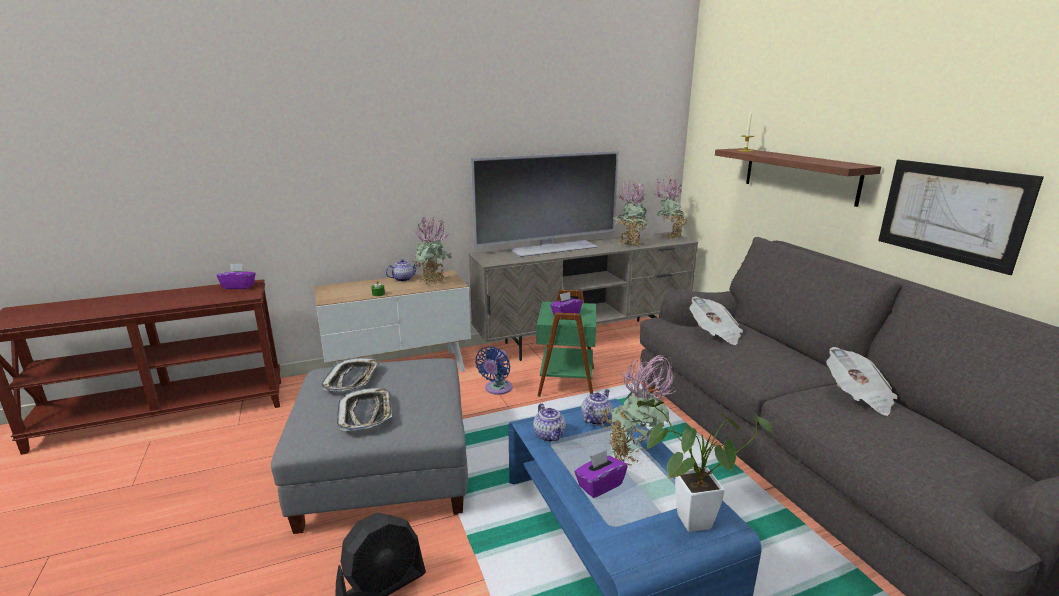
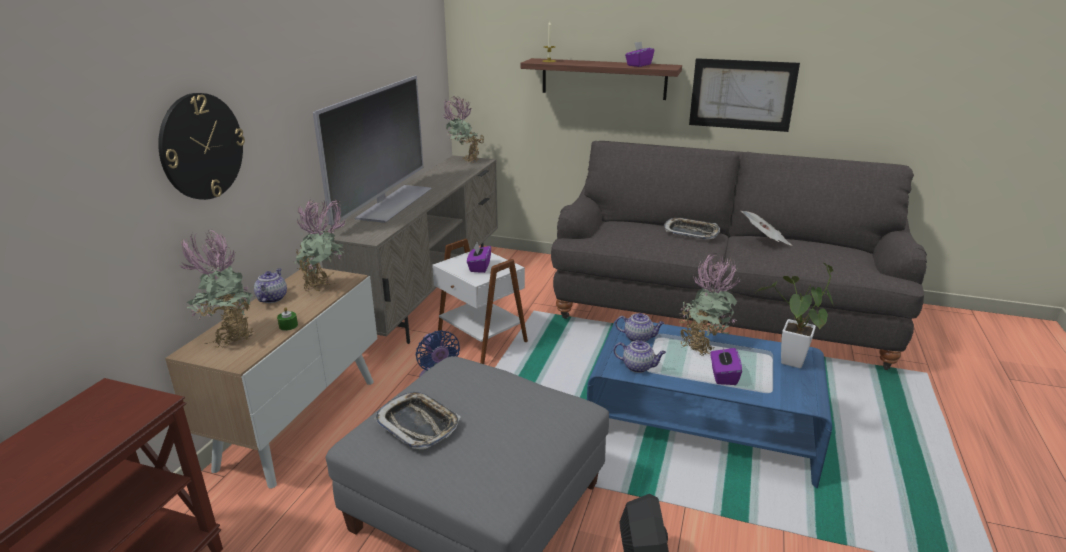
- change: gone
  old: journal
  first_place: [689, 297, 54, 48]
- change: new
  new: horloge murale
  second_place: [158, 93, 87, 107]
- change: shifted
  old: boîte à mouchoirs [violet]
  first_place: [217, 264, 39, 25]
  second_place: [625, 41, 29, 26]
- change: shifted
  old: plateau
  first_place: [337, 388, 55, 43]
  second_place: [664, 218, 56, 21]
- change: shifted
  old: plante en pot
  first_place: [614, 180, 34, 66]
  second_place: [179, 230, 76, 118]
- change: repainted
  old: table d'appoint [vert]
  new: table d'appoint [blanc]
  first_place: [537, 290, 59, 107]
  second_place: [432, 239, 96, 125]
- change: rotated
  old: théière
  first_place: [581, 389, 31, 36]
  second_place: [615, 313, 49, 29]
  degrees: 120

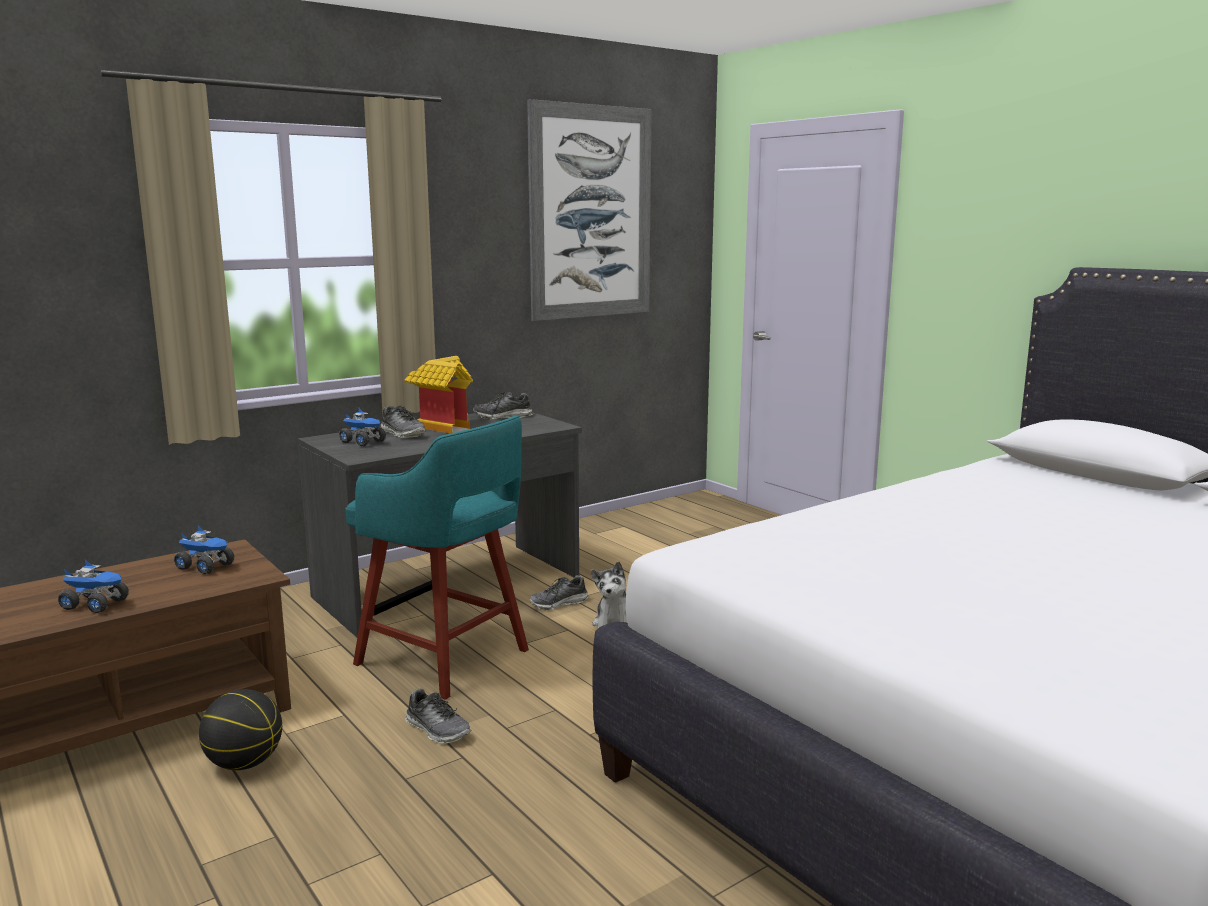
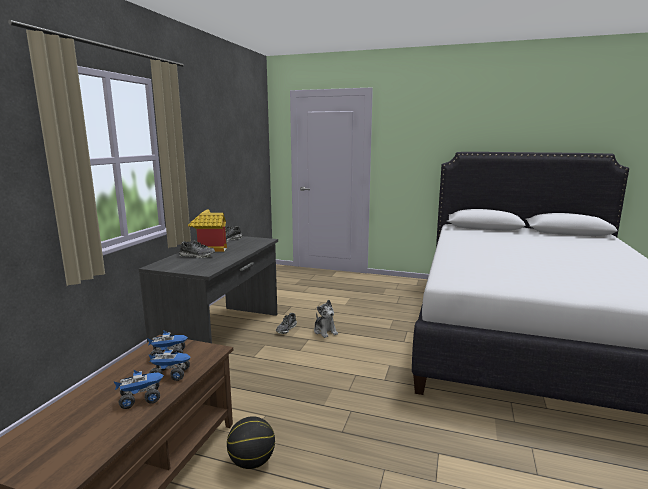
- change: gone
  old: tabouret [turquoise]
  first_place: [345, 416, 184, 284]
- change: gone
  old: chaussure
  first_place: [405, 689, 66, 55]
- change: gone
  old: tableau
  first_place: [527, 99, 125, 222]
- change: shifted
  old: camion jouet
  first_place: [339, 407, 47, 39]
  second_place: [148, 347, 43, 34]

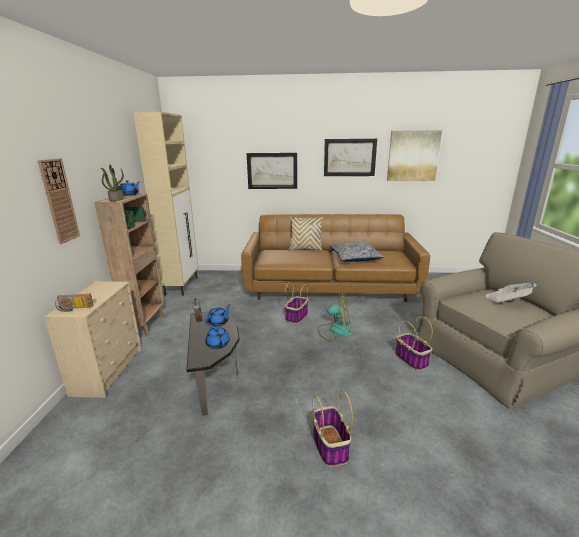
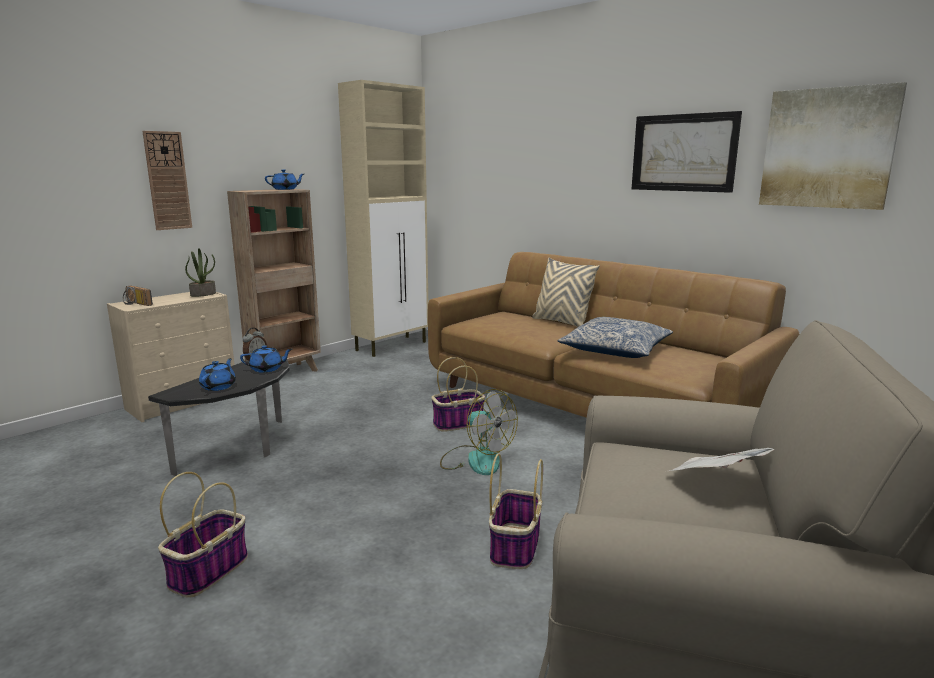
- change: gone
  old: tableau
  first_place: [247, 153, 50, 36]
- change: shifted
  old: plante en pot
  first_place: [101, 164, 23, 37]
  second_place: [185, 248, 31, 49]

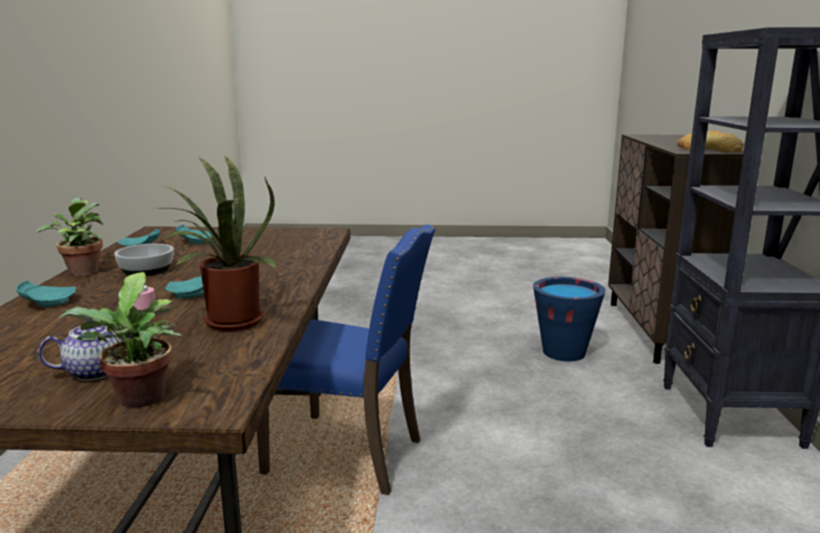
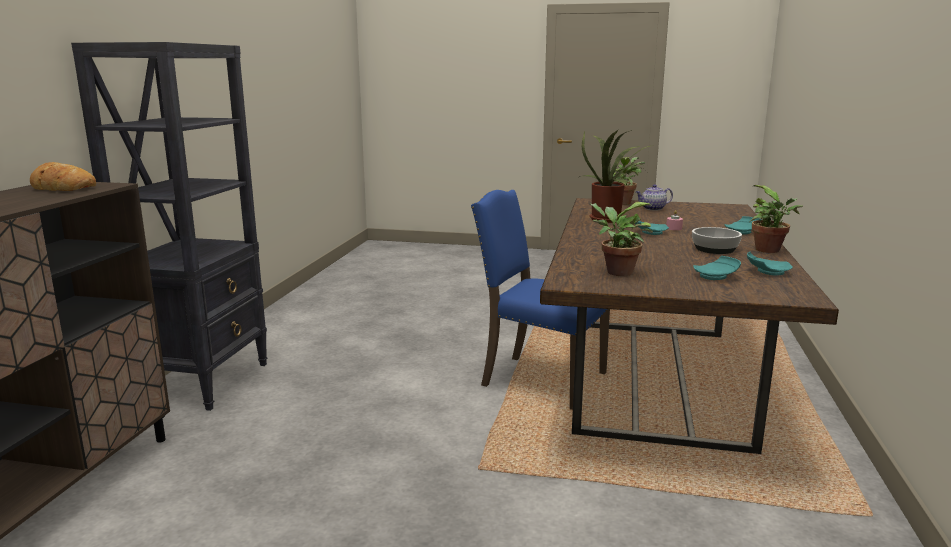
- change: gone
  old: seau [bleu]
  first_place: [533, 277, 73, 84]
- change: new
  new: plante en pot
  second_place: [589, 202, 64, 74]

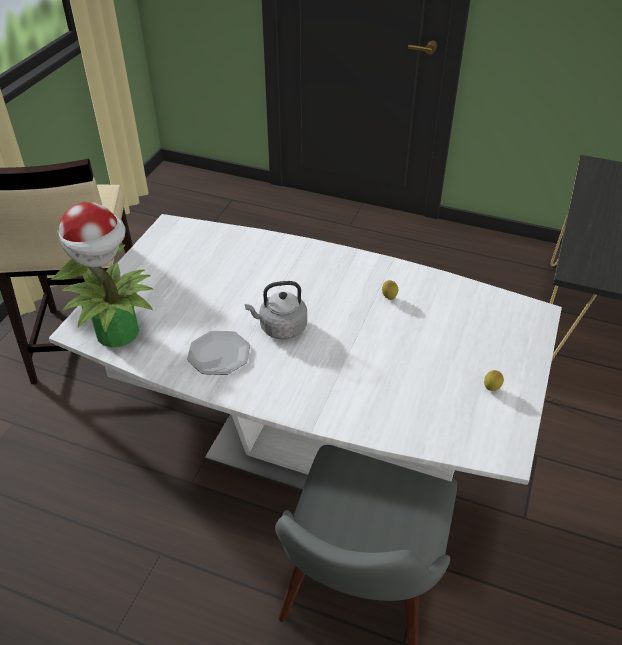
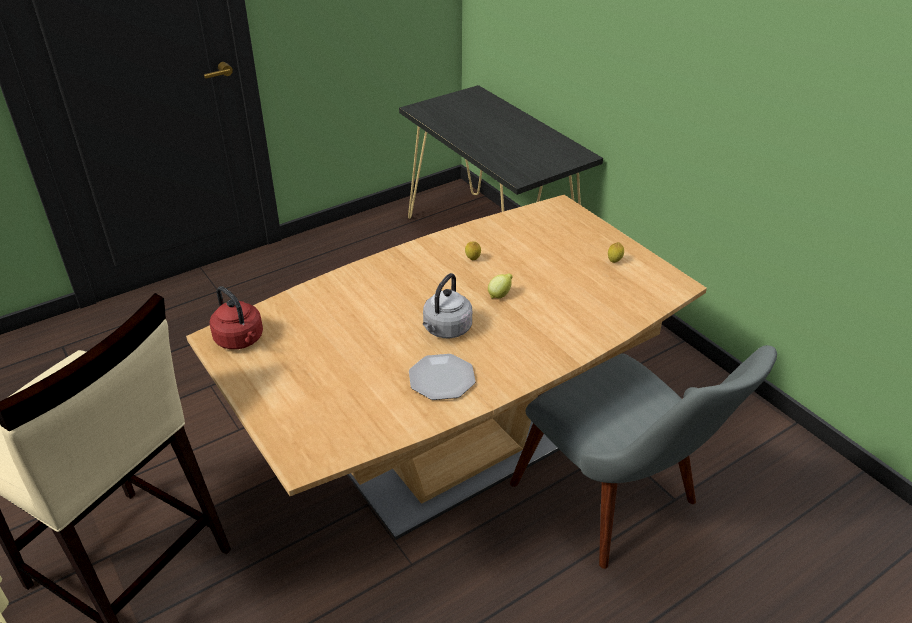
- change: gone
  old: plante en pot
  first_place: [51, 202, 102, 146]
- change: new
  new: bouilloire [rouge]
  second_place: [210, 286, 53, 63]
- change: new
  new: citron
  second_place: [488, 273, 25, 25]
- change: repainted
  old: table à manger [blanc]
  new: table à manger [marron]
  first_place: [49, 214, 513, 278]
  second_place: [186, 195, 521, 345]

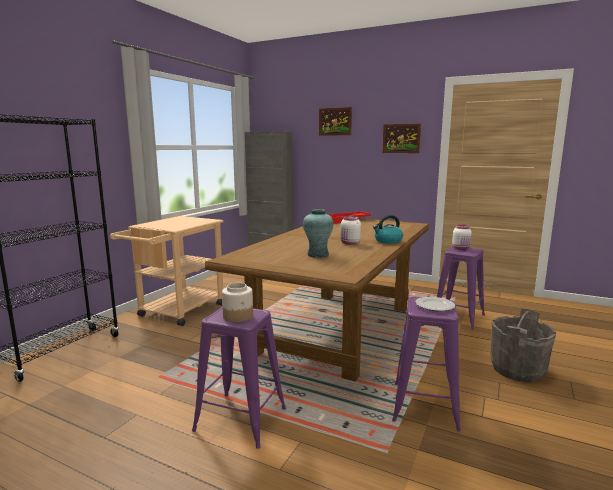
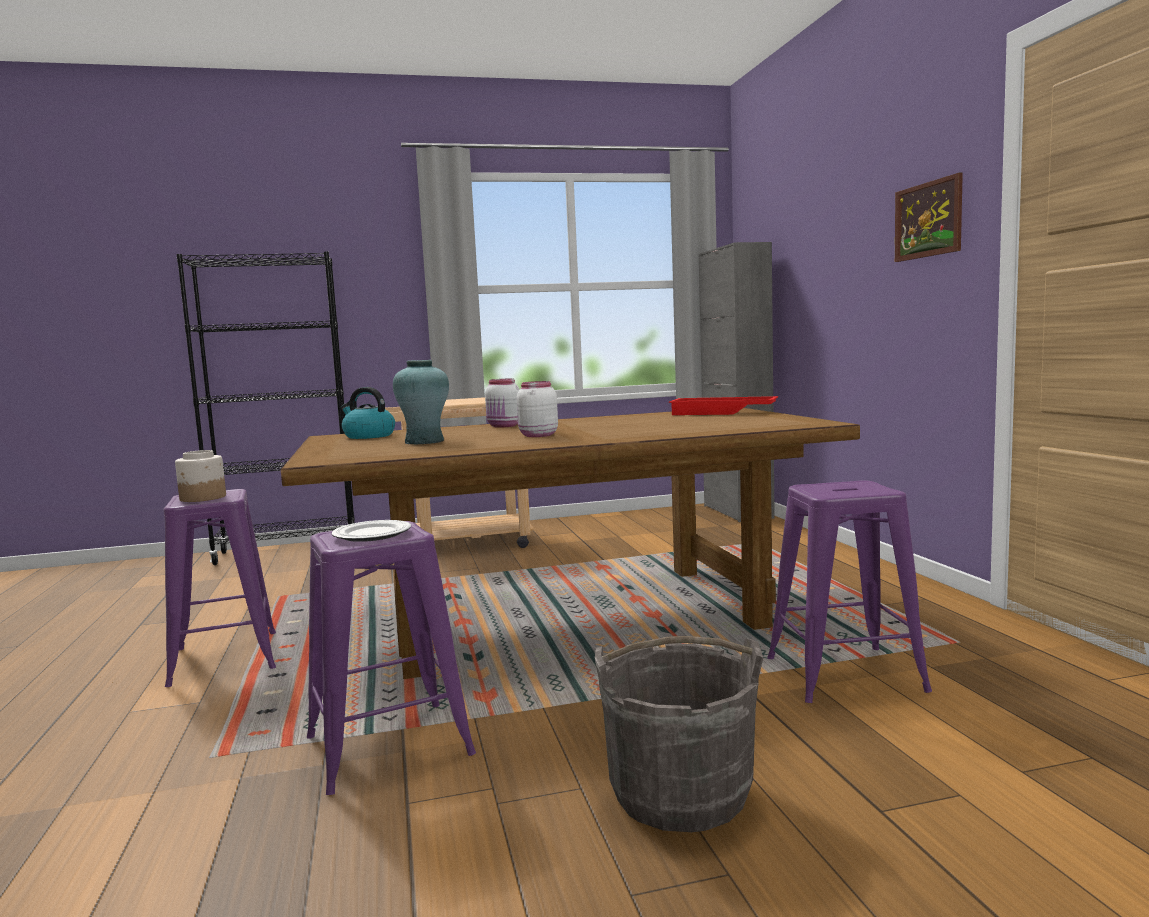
- change: gone
  old: tableau
  first_place: [319, 107, 33, 29]
- change: shifted
  old: bouilloire
  first_place: [373, 215, 30, 29]
  second_place: [341, 387, 54, 52]
- change: shifted
  old: bocal [blanc]
  first_place: [452, 225, 20, 25]
  second_place: [485, 378, 35, 50]

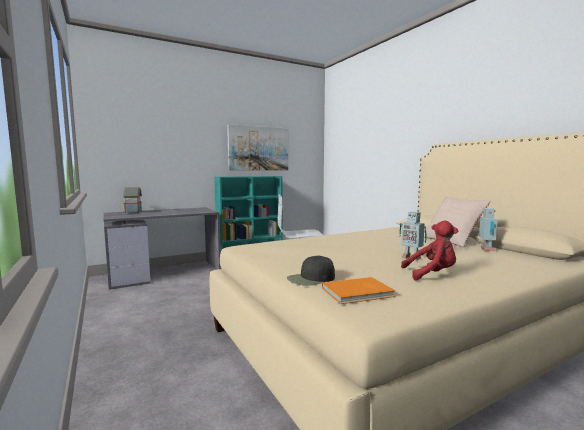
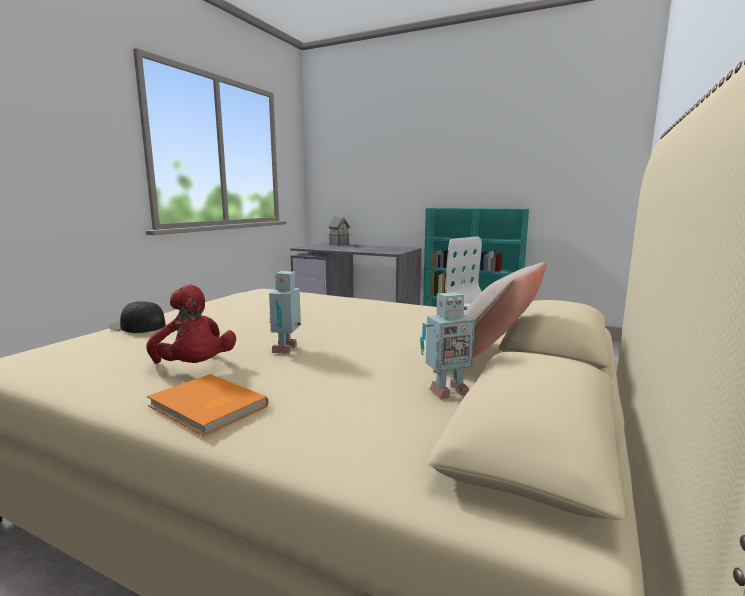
- change: gone
  old: tableau
  first_place: [227, 124, 61, 46]
- change: shifted
  old: livre [orange]
  first_place: [322, 277, 74, 27]
  second_place: [147, 374, 122, 62]

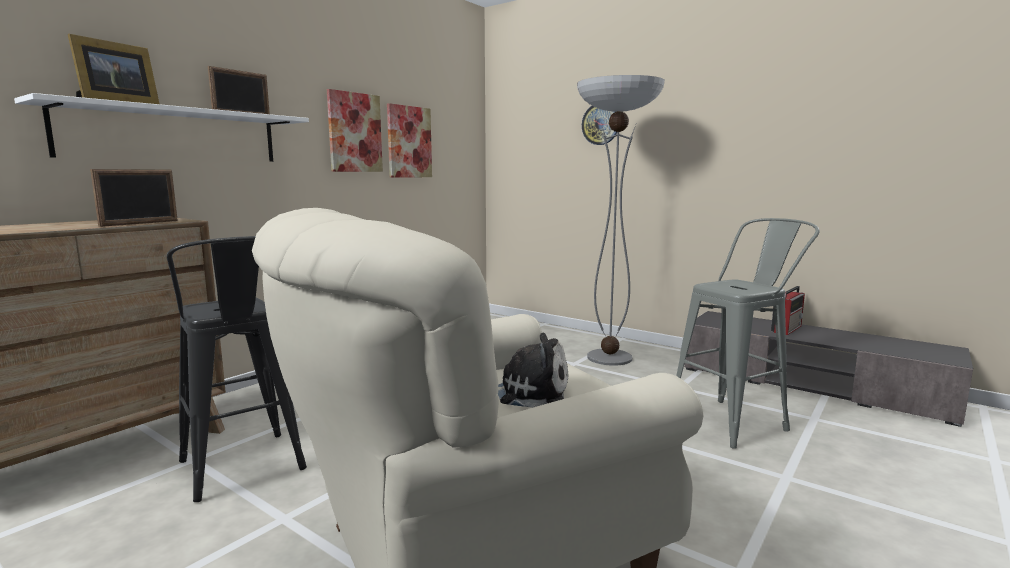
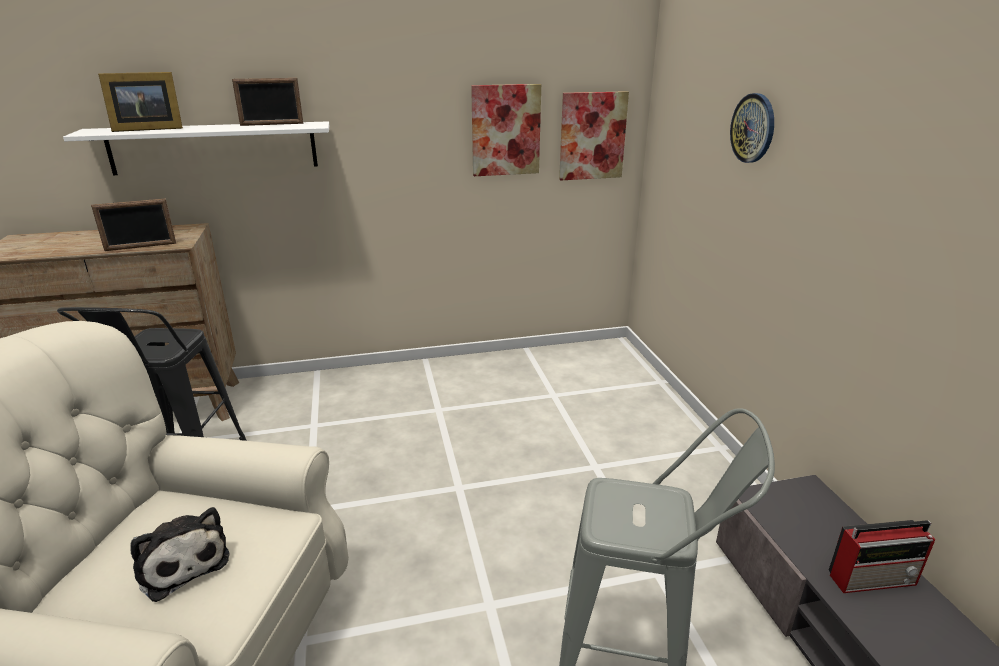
- change: gone
  old: lampadaire
  first_place: [577, 75, 88, 291]
- change: shifted
  old: tableau
  first_place: [327, 89, 56, 83]
  second_place: [559, 91, 70, 89]

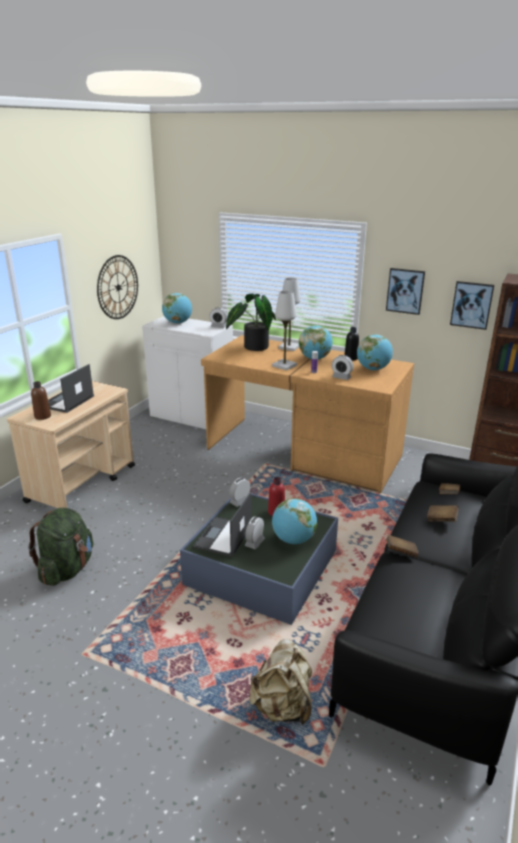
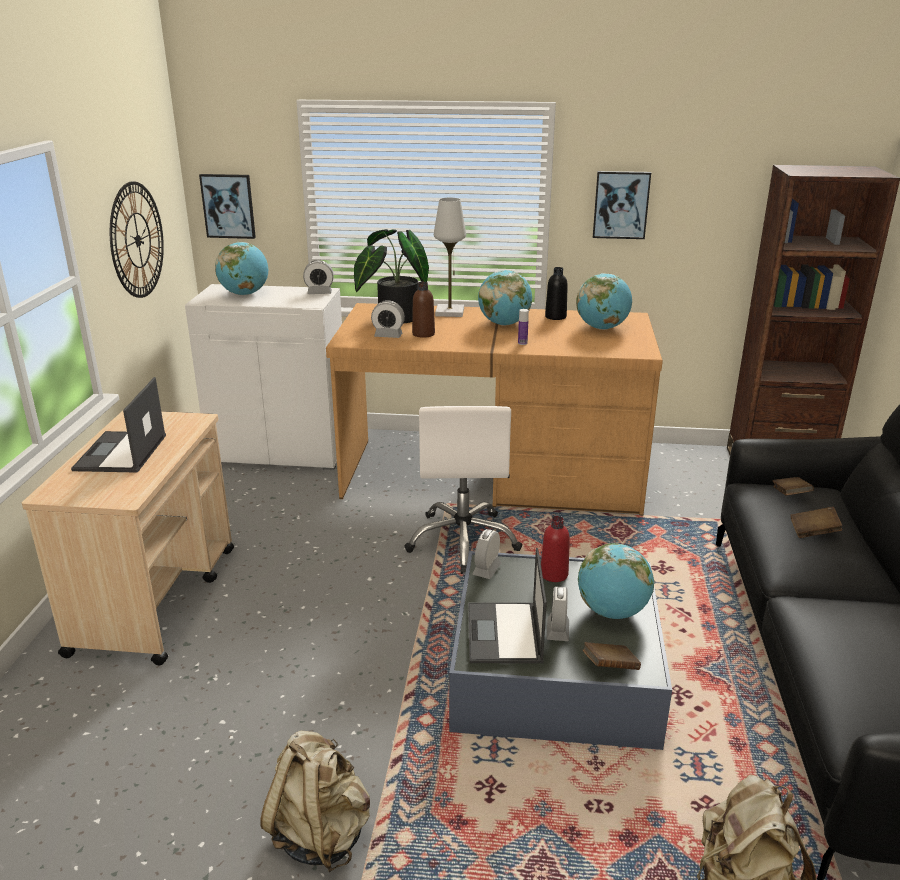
- change: gone
  old: sac à dos [vert]
  first_place: [28, 508, 65, 78]
- change: gone
  old: lampe de table [blanc]
  first_place: [272, 291, 25, 80]
- change: new
  new: sac à dos [beige]
  second_place: [260, 730, 110, 142]
- change: new
  new: chaise de bureau [blanc]
  second_place: [404, 406, 118, 168]
- change: shifted
  old: bouteille [marron]
  first_place: [31, 381, 20, 39]
  second_place: [412, 282, 23, 56]
- change: shifted
  old: réveil
  first_place: [332, 355, 21, 25]
  second_place: [371, 300, 34, 38]
- change: shifted
  old: livre [marron]
  first_place: [386, 535, 33, 22]
  second_place: [583, 642, 58, 28]
- change: shifted
  old: tableau
  first_place: [450, 281, 44, 49]
  second_place: [199, 174, 57, 65]

